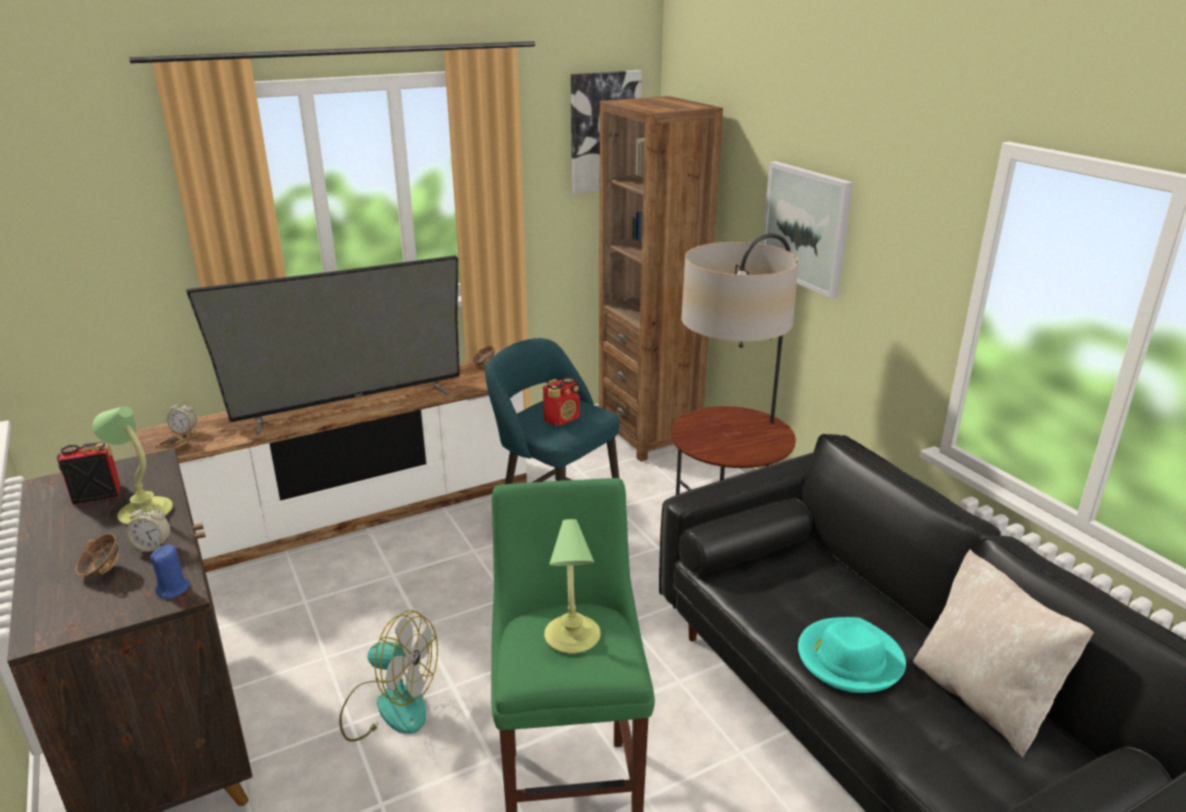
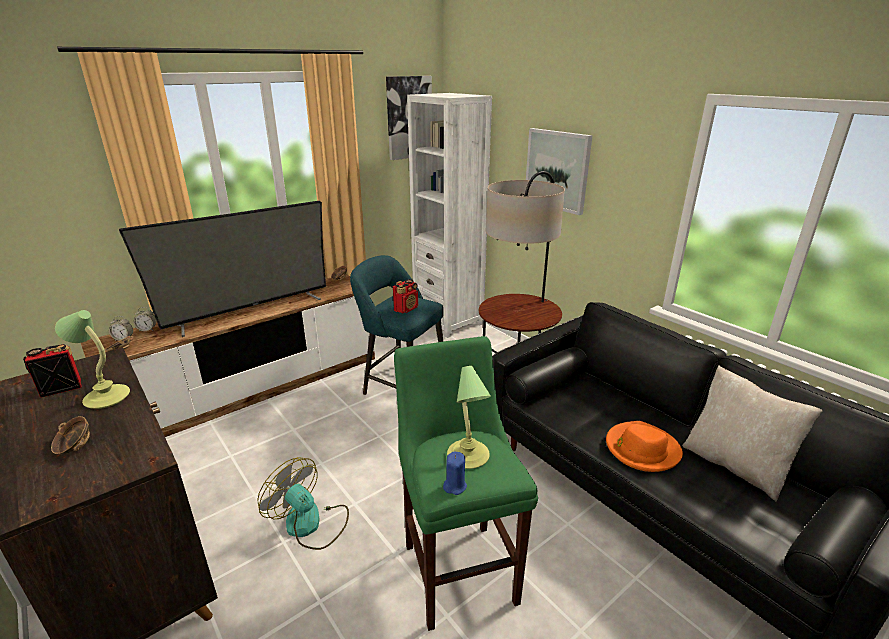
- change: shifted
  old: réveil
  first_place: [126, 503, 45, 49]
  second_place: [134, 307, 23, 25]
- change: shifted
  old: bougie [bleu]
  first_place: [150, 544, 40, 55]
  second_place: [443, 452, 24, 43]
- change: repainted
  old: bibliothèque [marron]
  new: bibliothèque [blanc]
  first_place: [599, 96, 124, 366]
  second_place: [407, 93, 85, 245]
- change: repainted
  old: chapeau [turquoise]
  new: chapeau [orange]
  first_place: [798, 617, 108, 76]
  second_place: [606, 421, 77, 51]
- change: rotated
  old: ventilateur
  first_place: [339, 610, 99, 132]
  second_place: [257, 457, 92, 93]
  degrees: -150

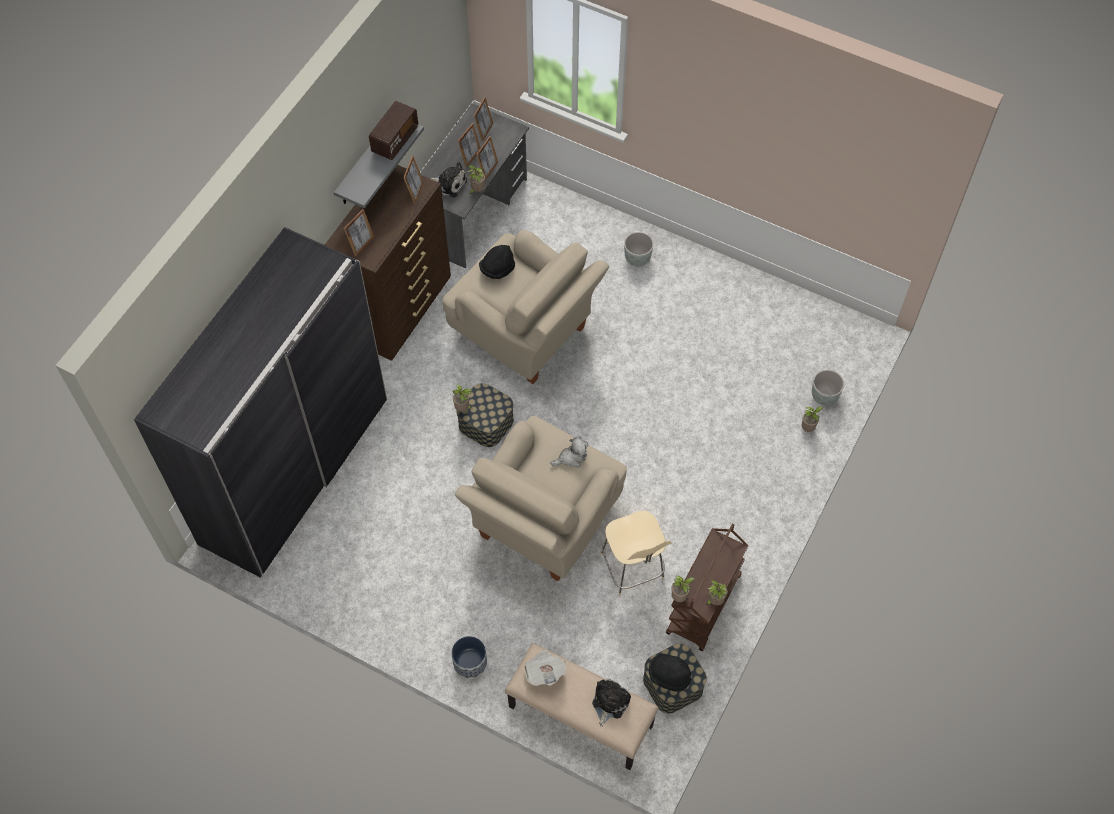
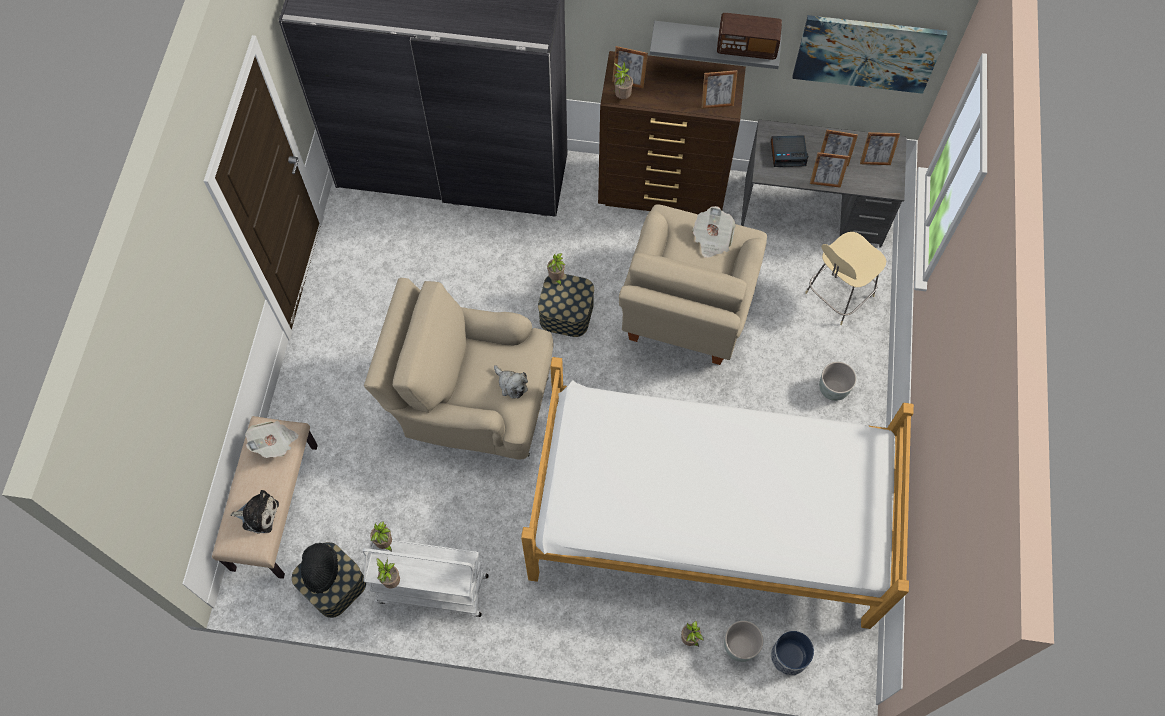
- change: new
  new: lit
  second_place: [521, 357, 393, 272]
- change: new
  new: tableau
  second_place: [792, 15, 155, 79]
- change: shifted
  old: cache-pot
  first_place: [452, 636, 35, 43]
  second_place: [771, 631, 43, 45]
- change: shifted
  old: plante en pot
  first_place: [467, 165, 18, 29]
  second_place: [614, 62, 19, 37]
- change: shifted
  old: chaise [beige]
  first_place: [600, 511, 72, 86]
  second_place: [805, 232, 81, 93]
- change: swapped
  old: peluche
  new: réveil
  first_place: [429, 162, 38, 36]
  second_place: [771, 135, 37, 32]
- change: swapped
  old: chapeau [noir]
  new: journal
  first_place: [479, 245, 36, 34]
  second_place: [692, 206, 44, 52]
- change: repainted
  old: chariot [marron]
  new: chariot [blanc]
  first_place: [666, 524, 83, 127]
  second_place: [363, 540, 126, 77]

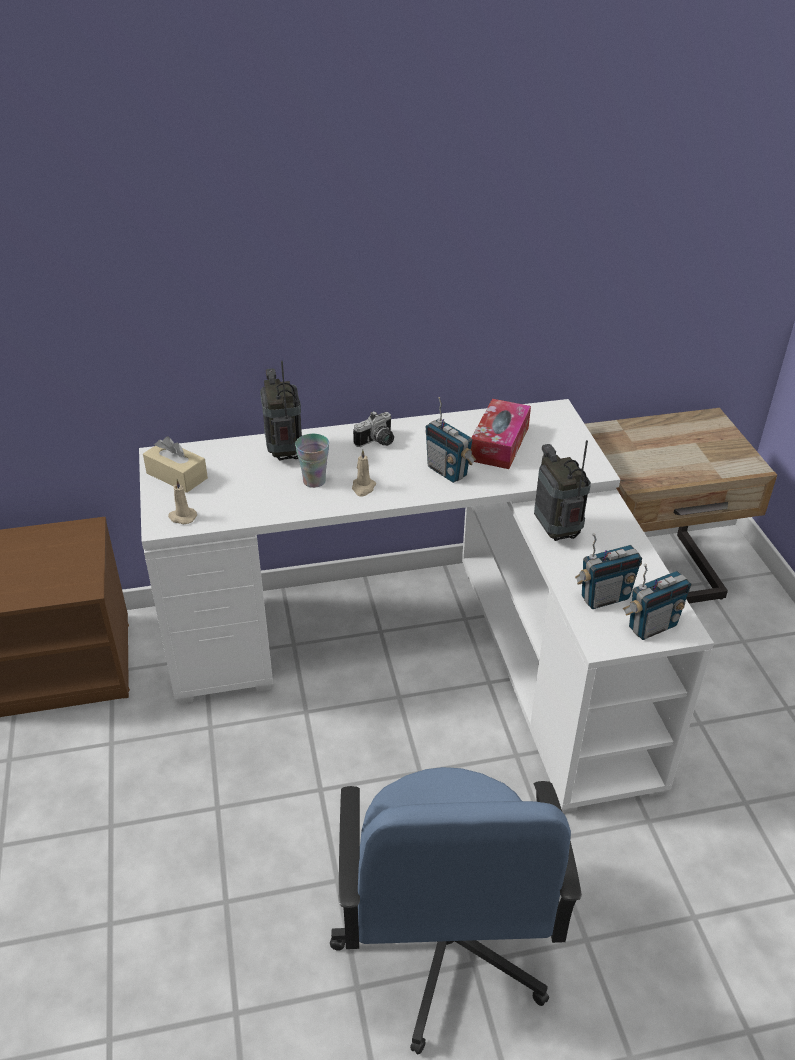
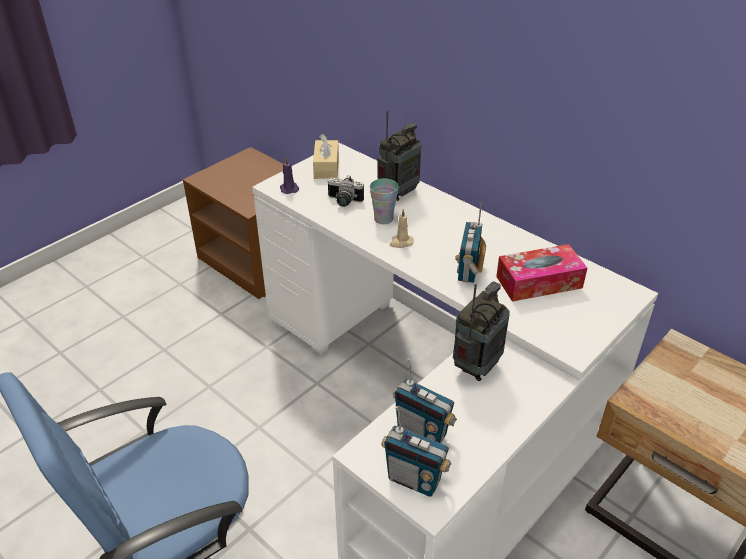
- change: shifted
  old: appareil photo
  first_place: [353, 411, 41, 36]
  second_place: [328, 176, 36, 31]
- change: repainted
  old: bougie [beige]
  new: bougie [violet]
  first_place: [168, 479, 29, 45]
  second_place: [280, 157, 19, 37]

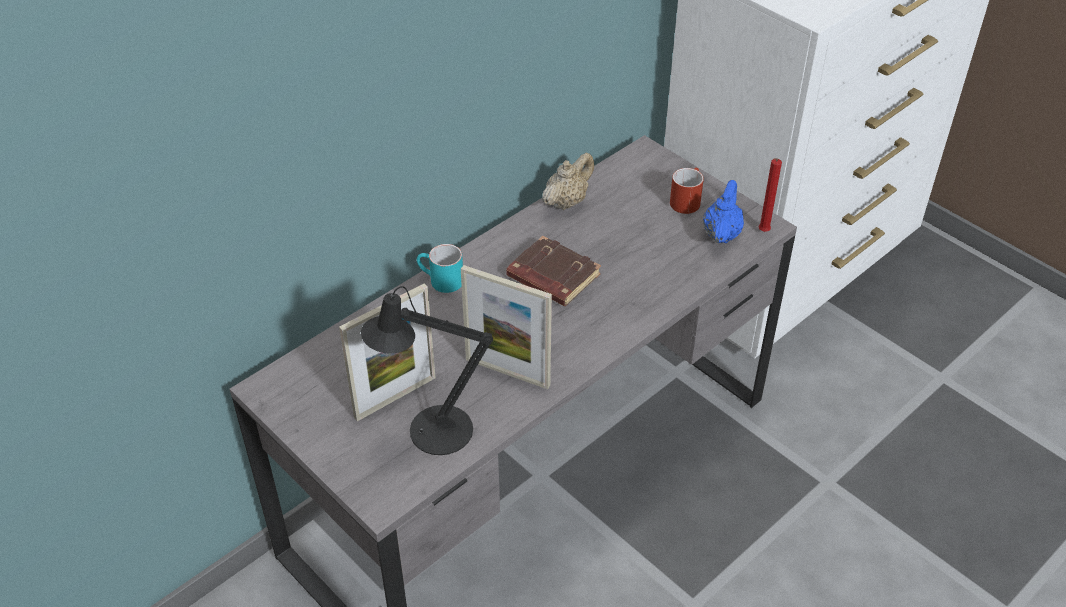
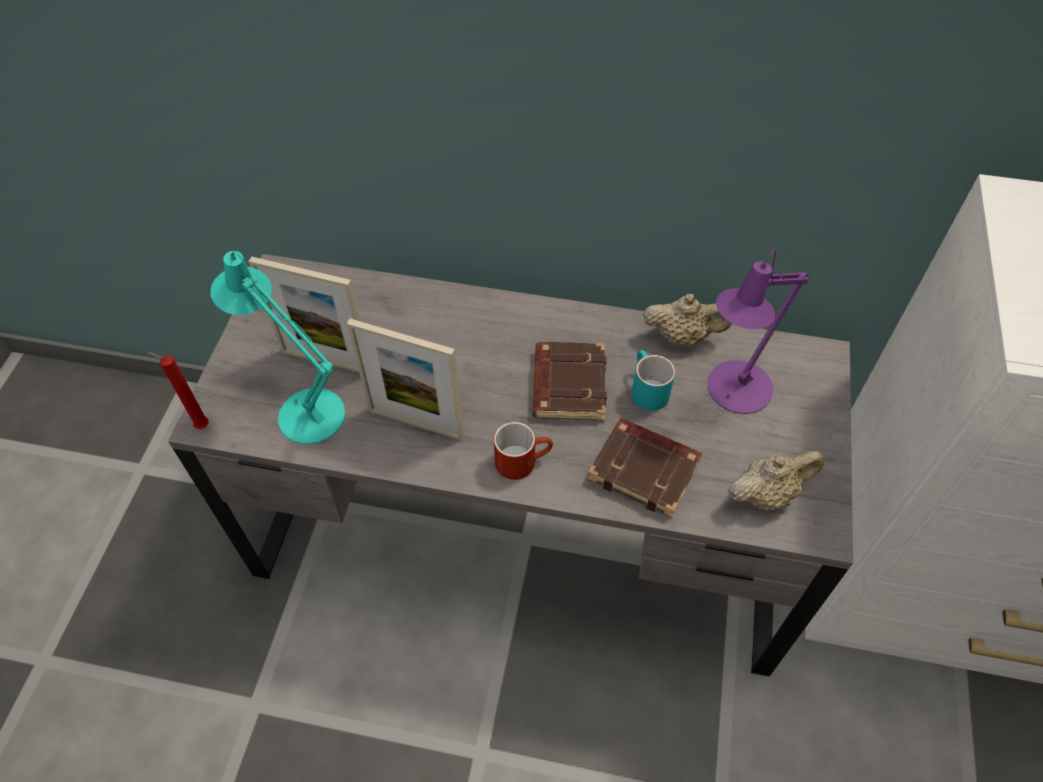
- change: new
  new: livre [marron]
  second_place: [588, 418, 114, 100]
- change: new
  new: lampe de table [violet]
  second_place: [708, 250, 101, 164]
- change: shifted
  old: mug [turquoise]
  first_place: [417, 244, 46, 49]
  second_place: [632, 350, 43, 61]
- change: shifted
  old: mug [rouge]
  first_place: [670, 168, 34, 46]
  second_place: [494, 422, 59, 58]
- change: shifted
  old: bougie [rouge]
  first_place: [759, 158, 23, 74]
  second_place: [148, 352, 61, 77]
- change: repainted
  old: lampe de table [noir]
  new: lampe de table [turquoise]
  first_place: [361, 286, 132, 169]
  second_place: [210, 251, 135, 193]
- change: repainted
  old: théière [bleu]
  new: théière [beige]
  first_place: [703, 180, 41, 63]
  second_place: [728, 450, 96, 60]
- change: rotated
  old: cadre photo
  first_place: [461, 265, 91, 124]
  second_place: [347, 319, 117, 121]
  degrees: -60

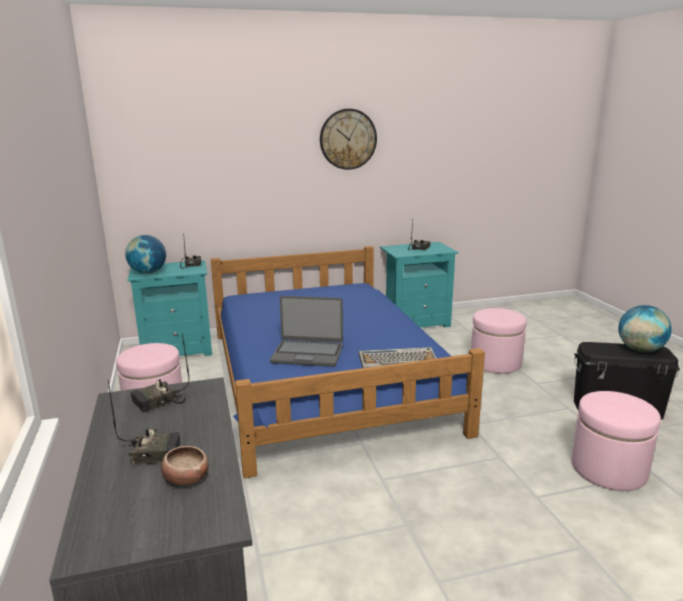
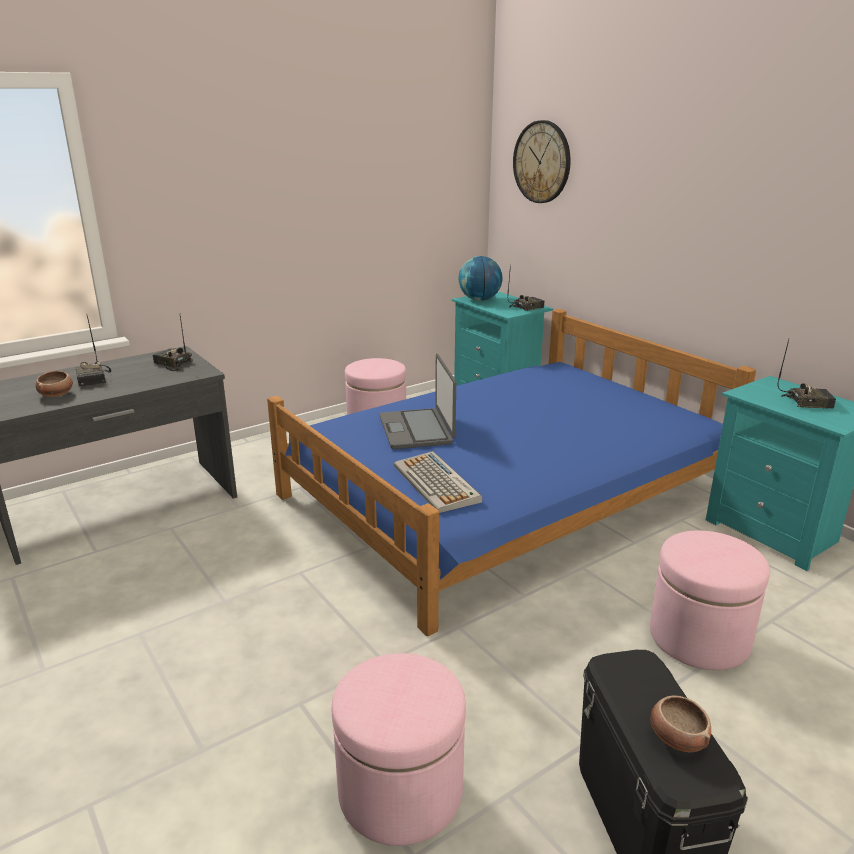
- change: shifted
  old: horloge murale
  first_place: [320, 109, 57, 61]
  second_place: [513, 120, 58, 83]
- change: swapped
  old: globe
  new: bol
  first_place: [618, 305, 54, 47]
  second_place: [650, 695, 61, 57]

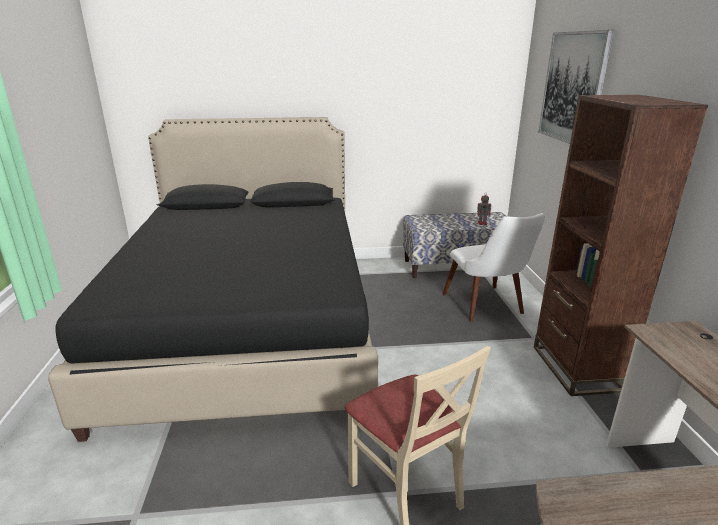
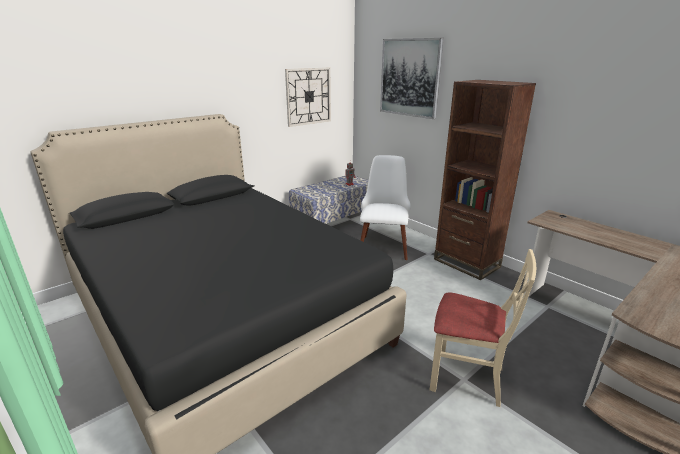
- change: new
  new: horloge murale
  second_place: [285, 68, 46, 59]
- change: rotated
  old: chaise [blanc]
  first_place: [442, 213, 103, 109]
  second_place: [360, 155, 51, 105]
  degrees: -120

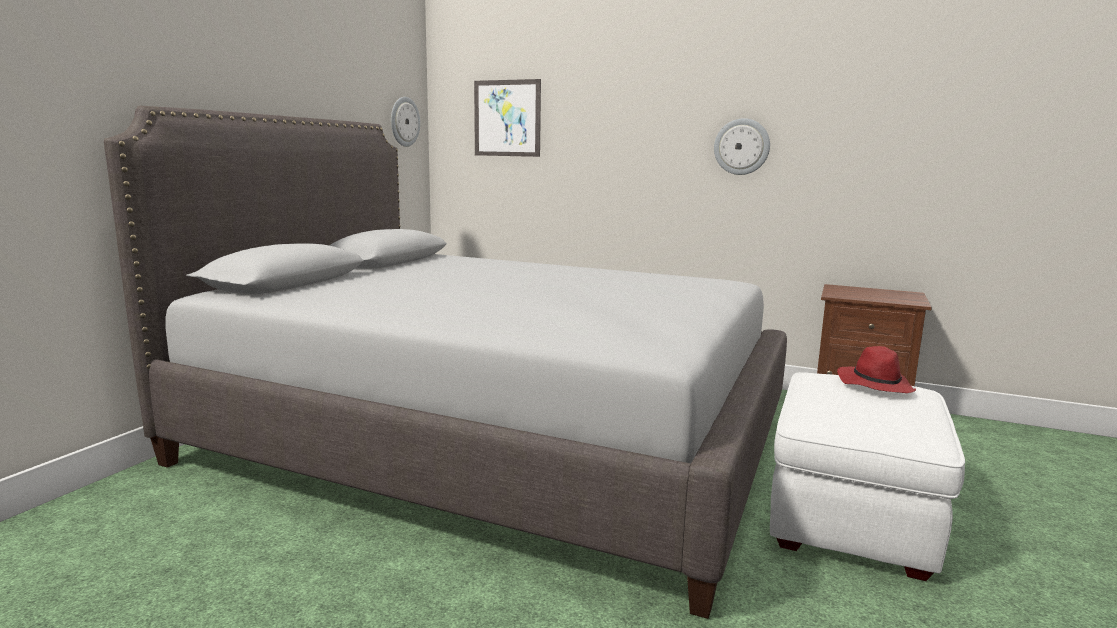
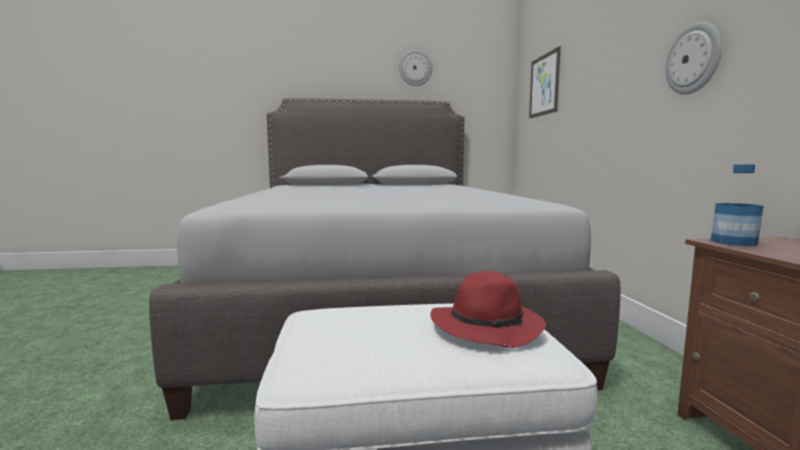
- change: new
  new: bouteille
  second_place: [711, 164, 53, 82]
- change: shifted
  old: horloge murale
  first_place: [391, 97, 29, 50]
  second_place: [399, 50, 34, 36]

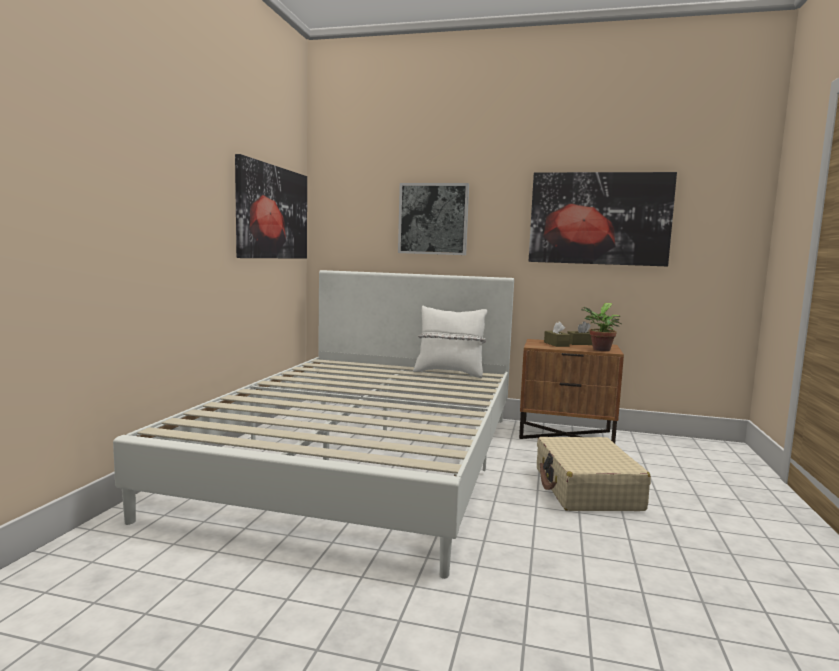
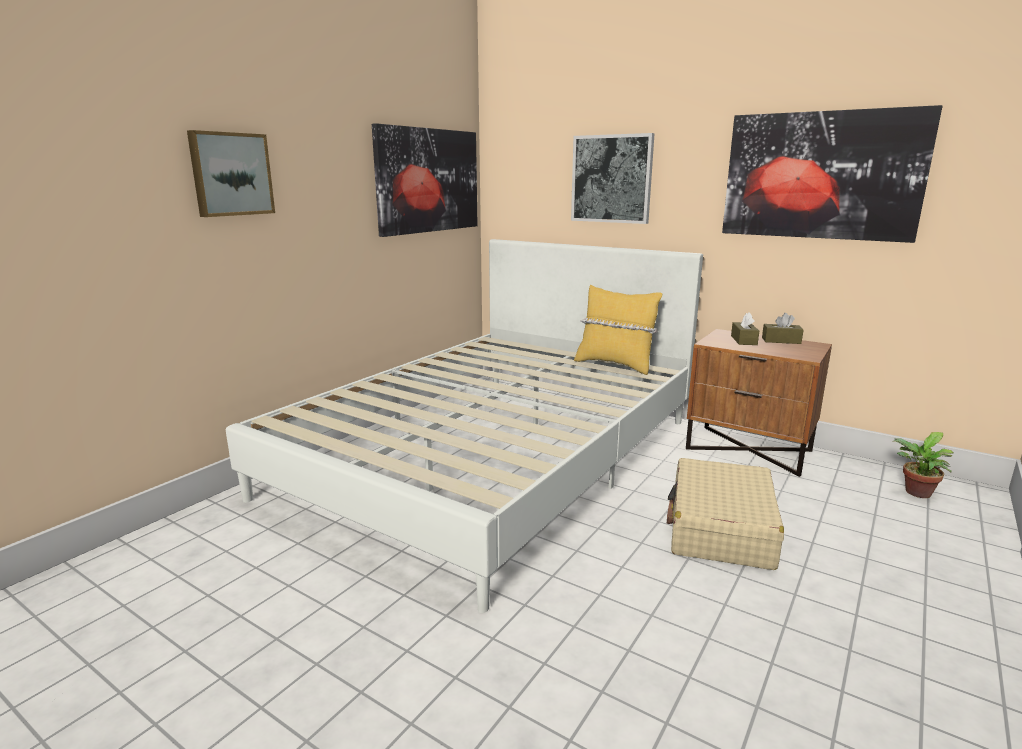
- change: new
  new: tableau
  second_place: [187, 130, 88, 87]
- change: shifted
  old: plante en pot
  first_place: [581, 303, 41, 48]
  second_place: [894, 432, 60, 66]
- change: repainted
  old: coussin [blanc]
  new: coussin [jaune]
  first_place: [413, 306, 74, 72]
  second_place: [574, 285, 88, 90]

